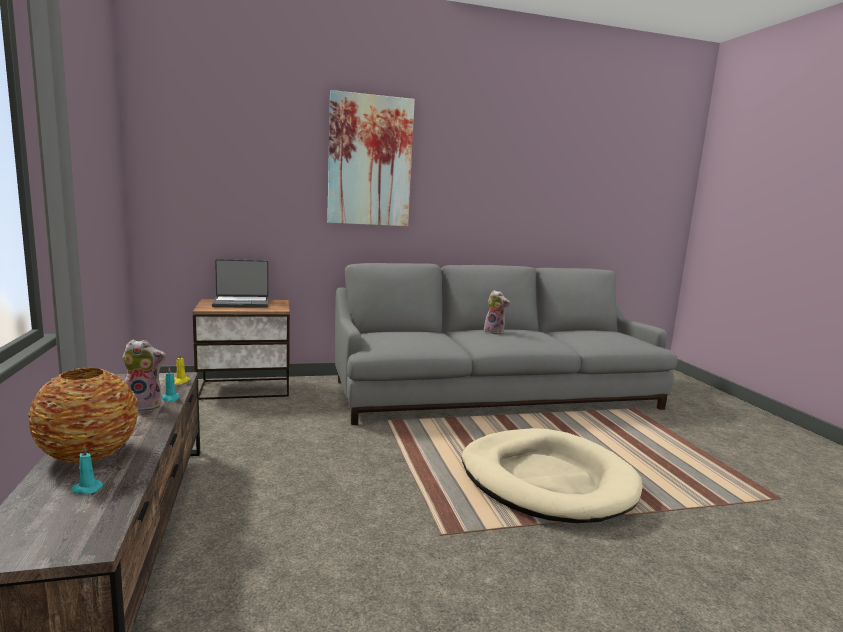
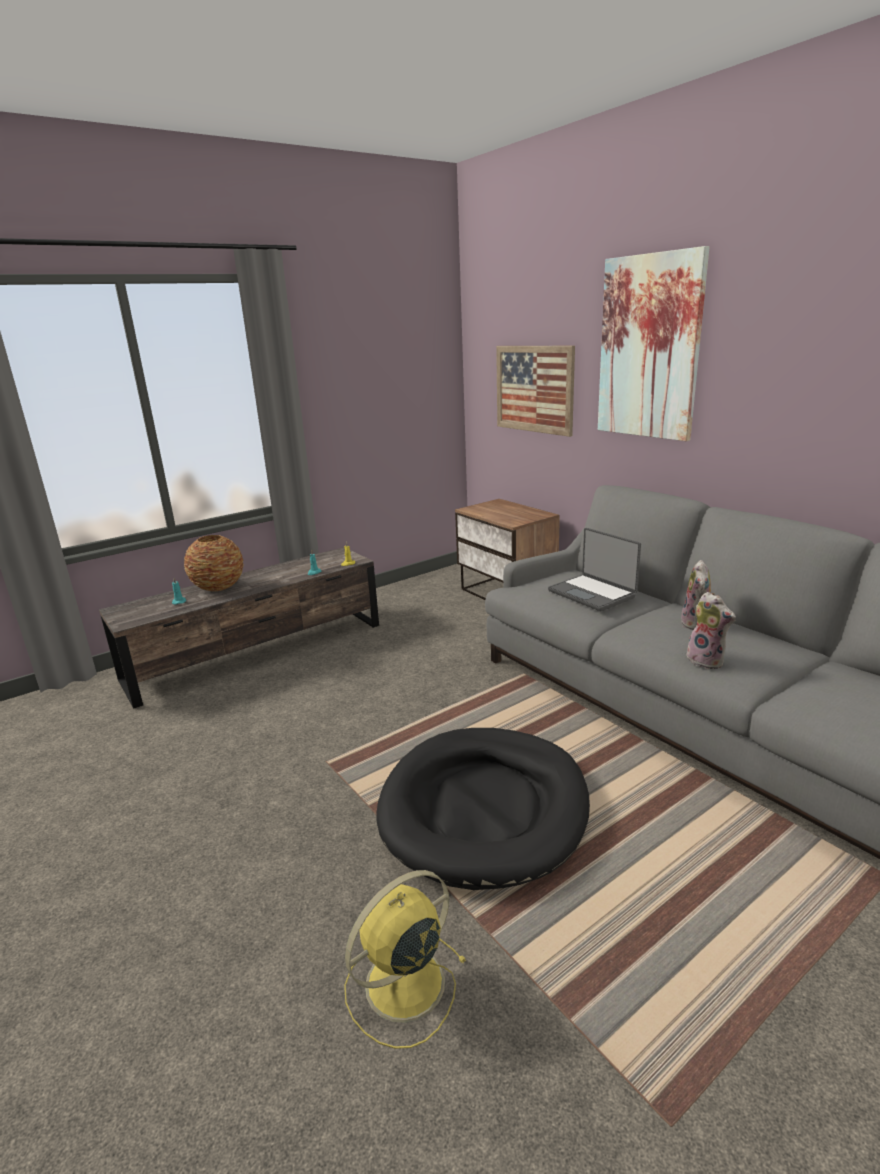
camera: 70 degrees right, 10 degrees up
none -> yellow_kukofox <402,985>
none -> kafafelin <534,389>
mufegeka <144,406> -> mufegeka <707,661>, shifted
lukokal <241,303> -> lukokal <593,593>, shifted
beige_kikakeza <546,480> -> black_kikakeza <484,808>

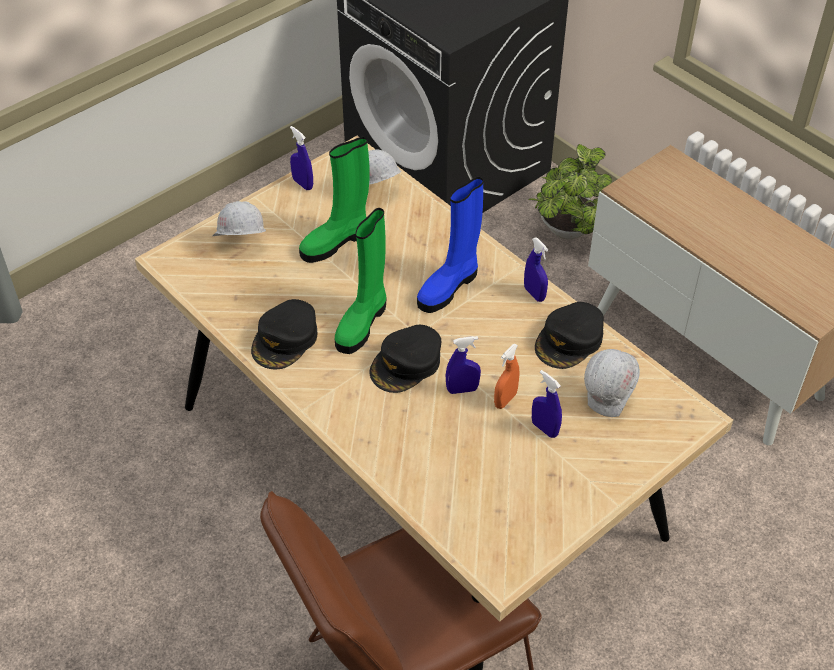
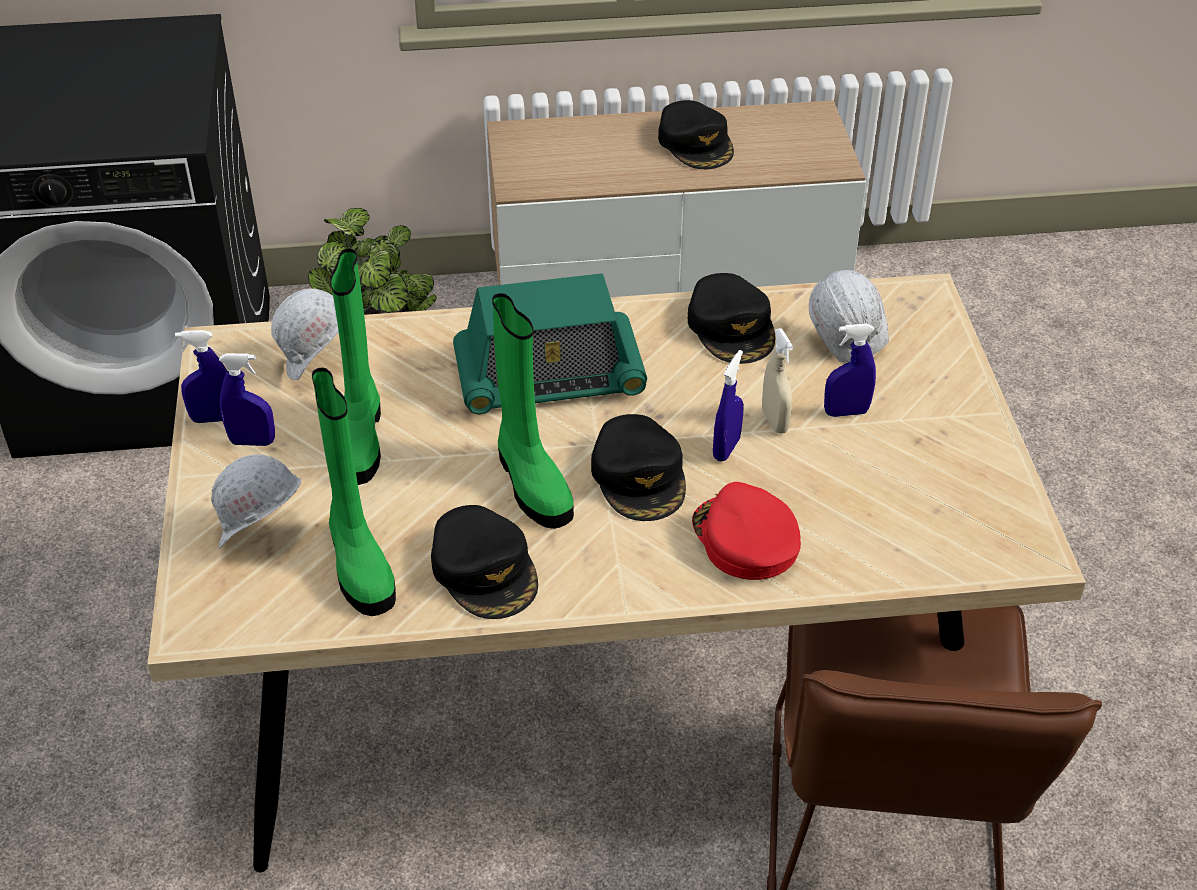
camera: 55 degrees left, 5 degrees down
none -> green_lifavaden <359,564>
none -> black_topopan <696,143>
none -> red_topopan <745,540>
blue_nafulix <534,294> -> blue_nafulix <252,442>, shifted
blue_lifavaden <449,287> -> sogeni <549,378>
orange_nafulix <505,400> -> beige_nafulix <774,421>

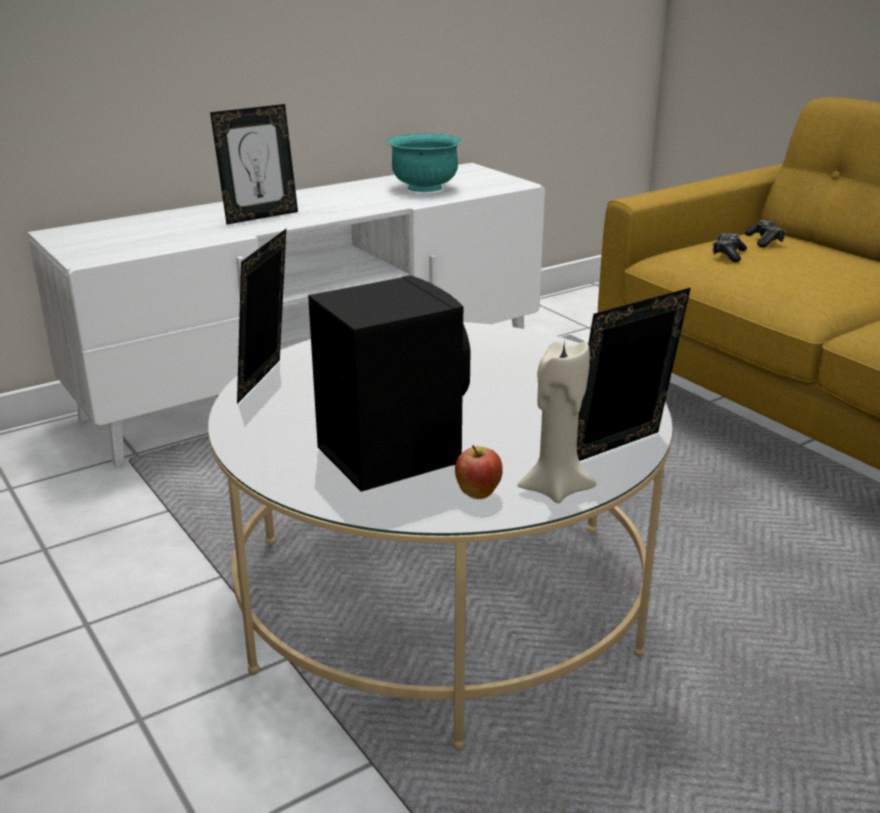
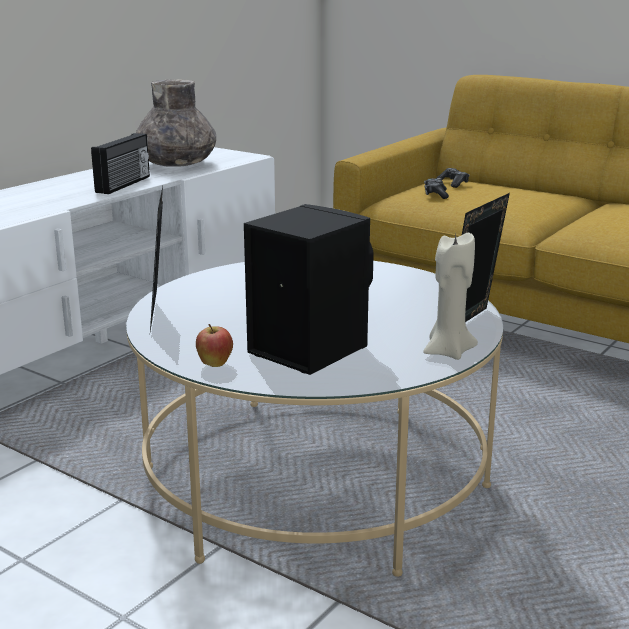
camera: 20 degrees left, 5 degrees down
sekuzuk <260,216> -> none
none -> sogeni <124,184>
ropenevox <478,495> -> ropenevox <215,365>, shifted
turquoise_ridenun <424,188> -> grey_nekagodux <177,164>

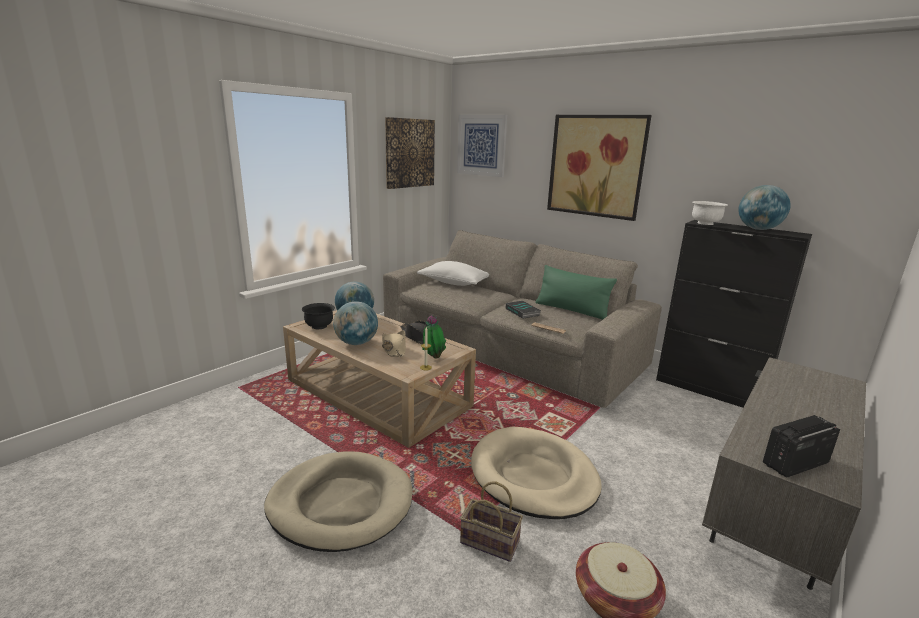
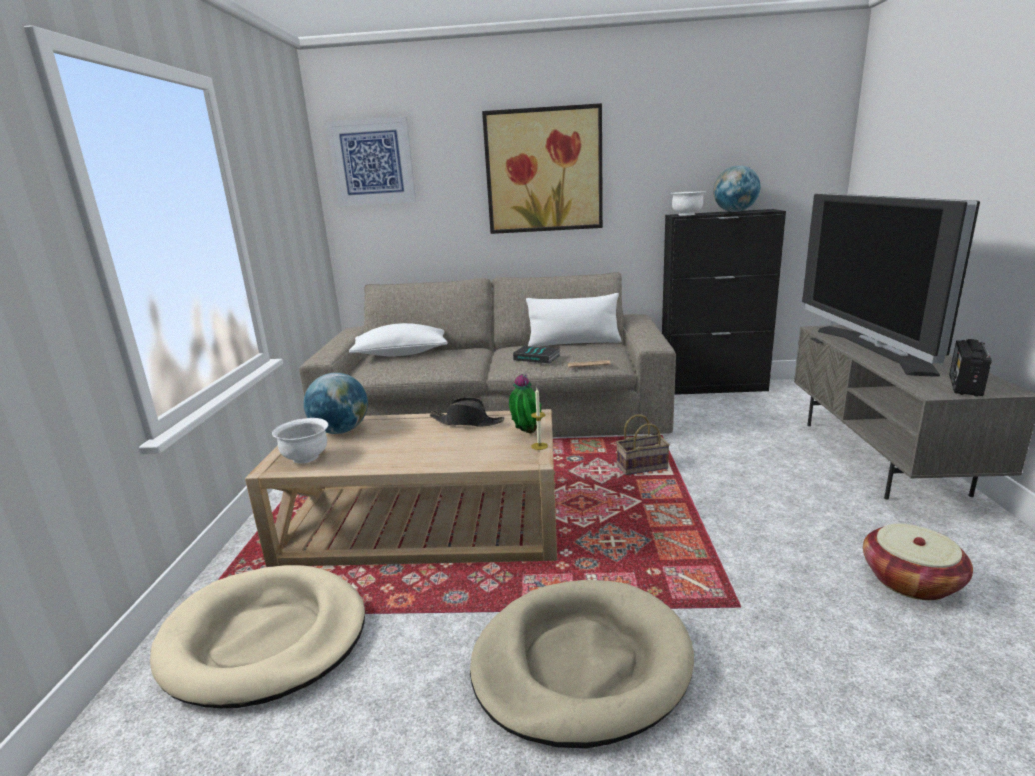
camera: 35 degrees left, 0 degrees up
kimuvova <356,343> -> none
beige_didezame <394,349> -> none
kafafelin <409,153> -> none
none -> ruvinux <872,349>
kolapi <491,542> -> kolapi <642,466>, shifted
beige_kikakeza <533,476> -> beige_kikakeza <265,638>, shifted
black_ridenun <319,326> -> white_ridenun <306,458>
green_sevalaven <571,310> -> white_sevalaven <574,343>

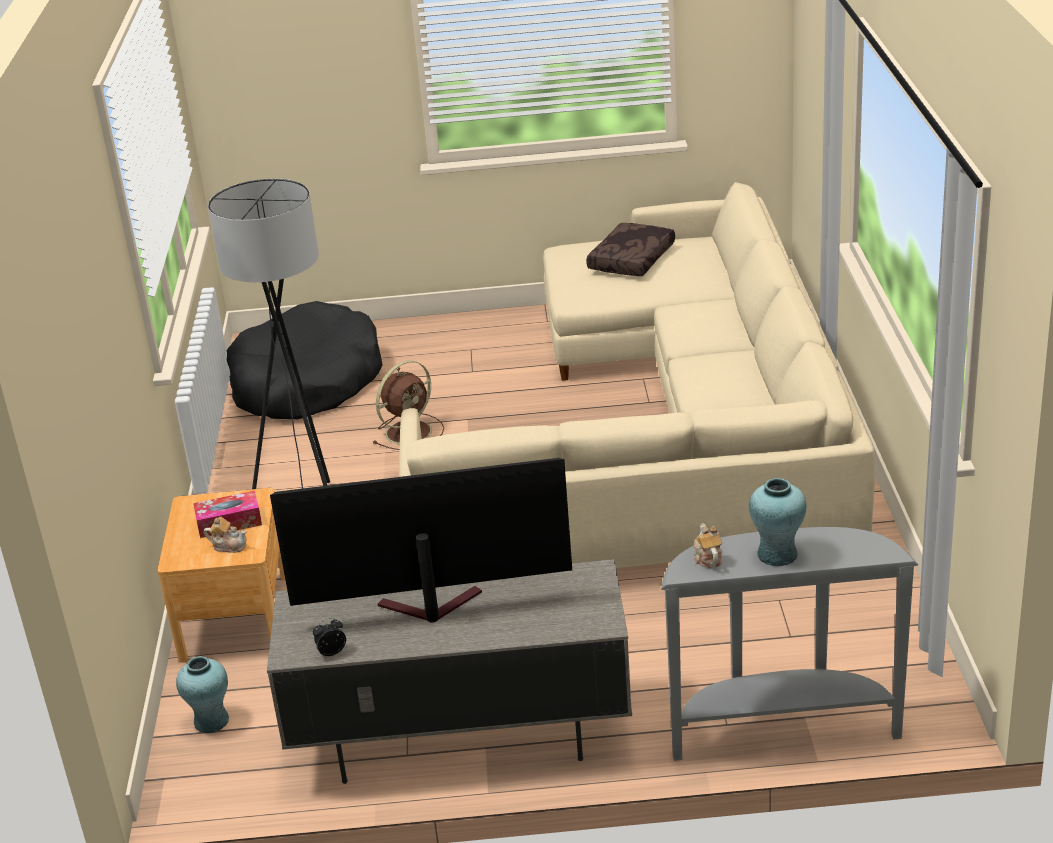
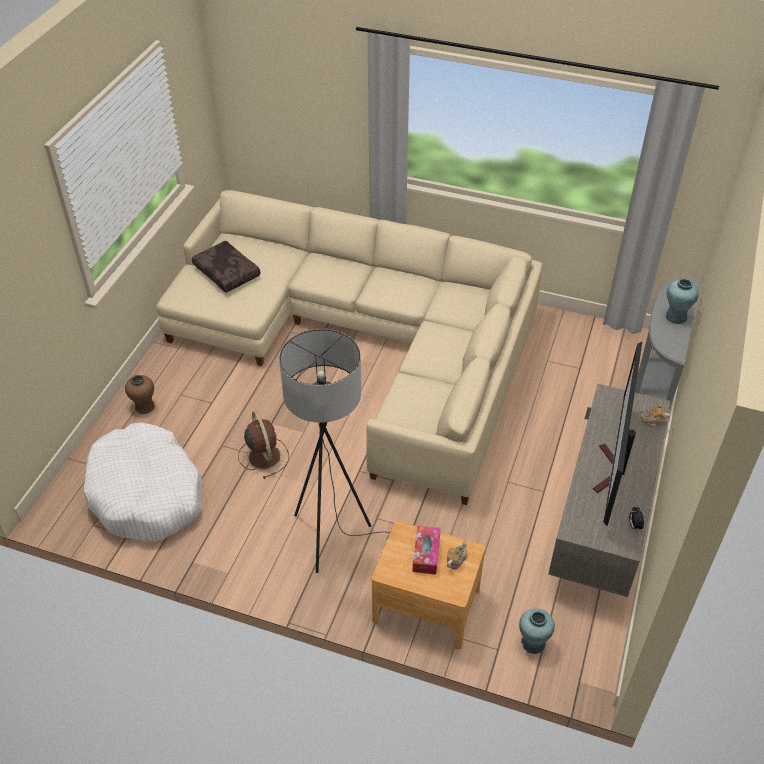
camera: 70 degrees left, 15 degrees up
none -> brown_nekagodux <145,407>
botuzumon <707,558> -> botuzumon <652,421>, shifted
black_kikakeza <306,383> -> white_kikakeza <147,494>

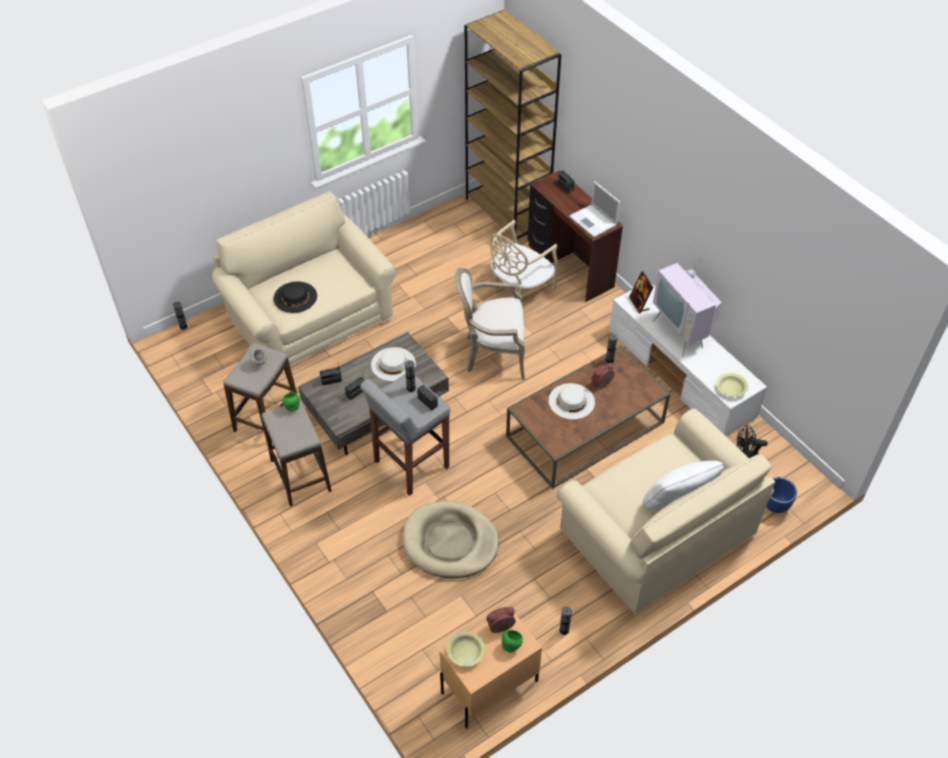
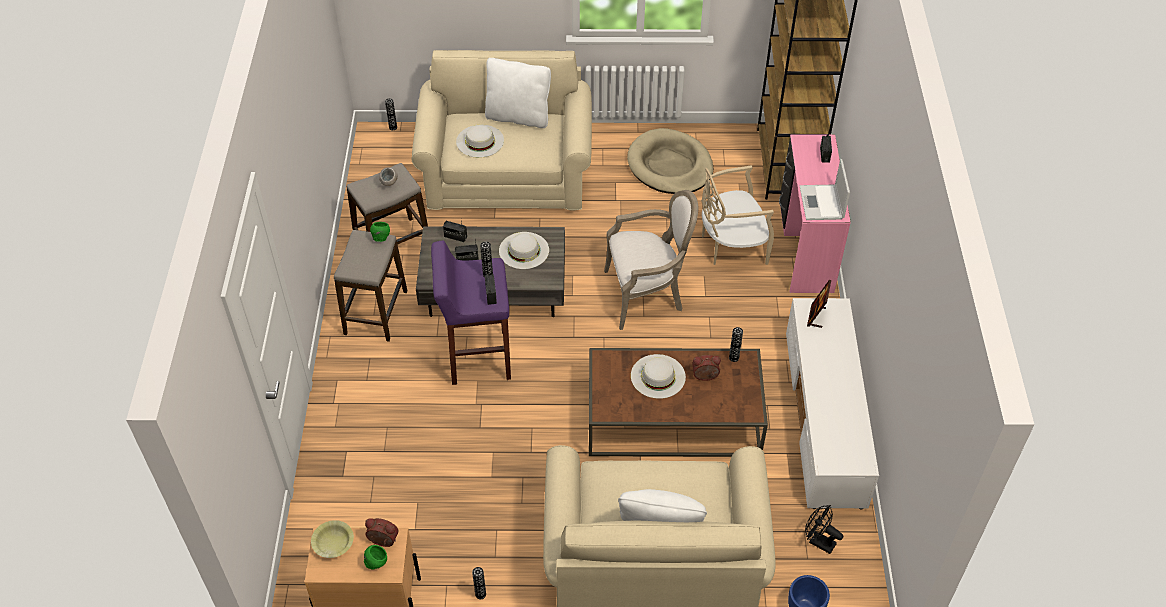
camera: 35 degrees right, 0 degrees up
ruvinux <681,332> -> none
yellow_ridenun <731,388> -> none
none -> white_sevalaven <518,117>
beige_kikakeza <450,542> -> beige_kikakeza <670,165>, shifted
black_didezame <295,297> -> white_didezame <480,141>
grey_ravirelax <410,465> -> purple_ravirelax <478,357>
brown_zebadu <569,267> -> pink_zebadu <804,248>
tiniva <492,353> -> tiniva <647,294>, 135 degrees clockwise

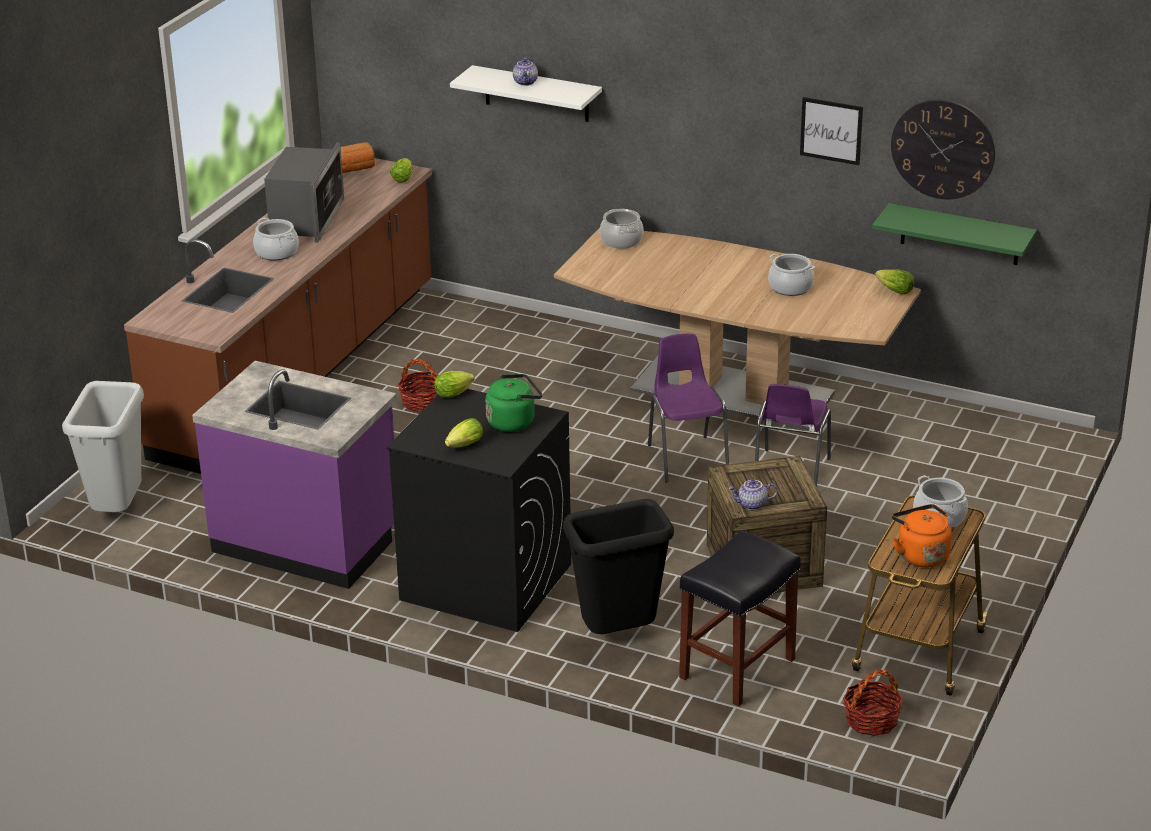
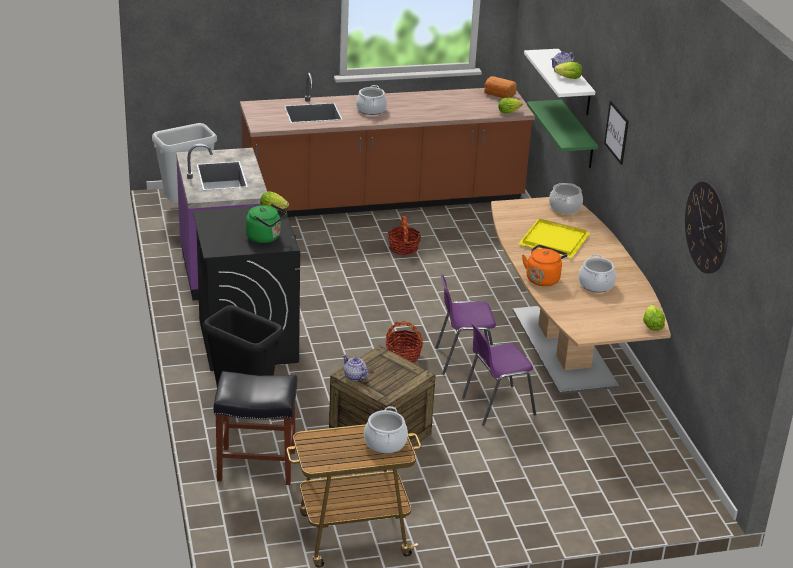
camera: 50 degrees right, 0 degrees up
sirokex <306,218> -> none
none -> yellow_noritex <552,241>
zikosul <463,446> -> zikosul <567,78>, shifted
kafafelin <831,130> -> kafafelin <616,132>, shifted
kolapi <871,720> -> kolapi <403,355>, shifted
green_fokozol <960,234> -> green_fokozol <577,135>, shifted
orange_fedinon <920,555> -> orange_fedinon <543,278>, shifted
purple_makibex <687,458> -> purple_makibex <464,359>, 135 degrees counterclockwise

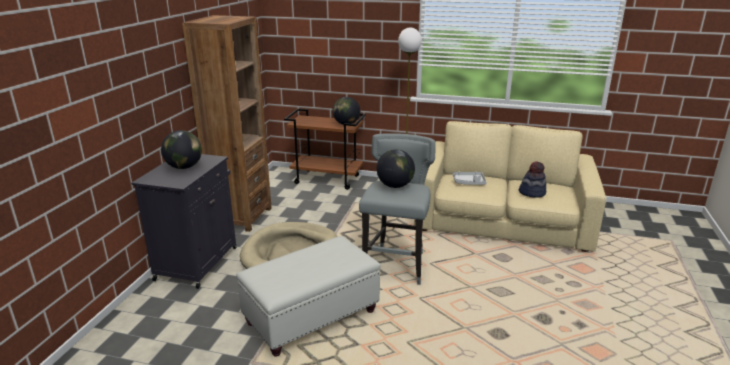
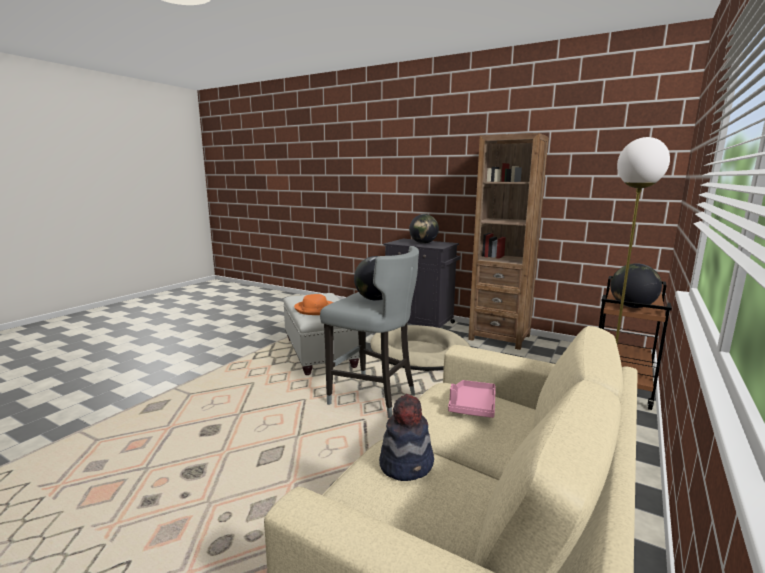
camera: 105 degrees right, 10 degrees down
none -> orange_didezame <315,309>
grey_noritex <469,182> -> pink_noritex <472,405>

